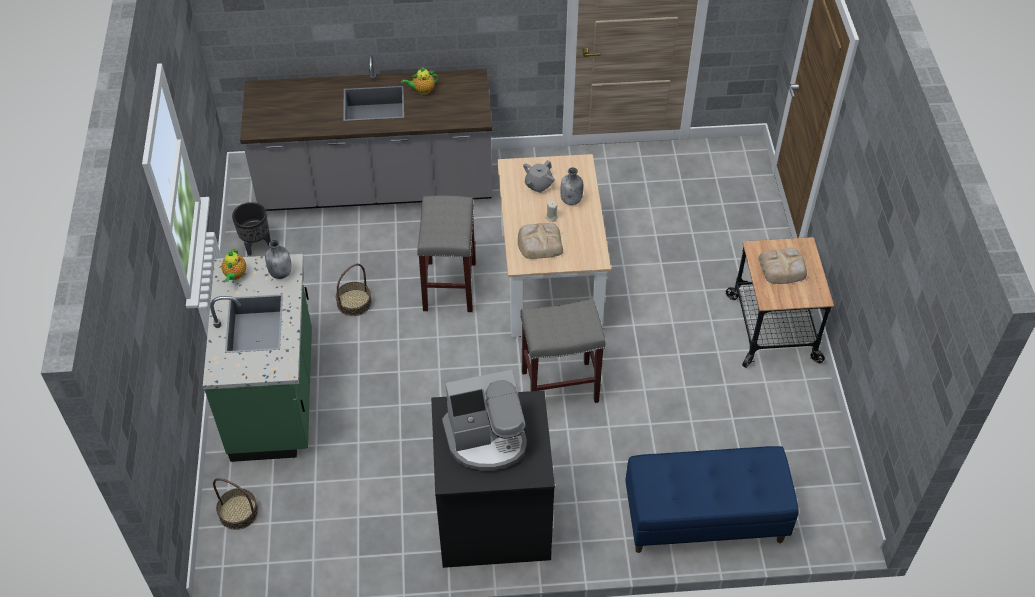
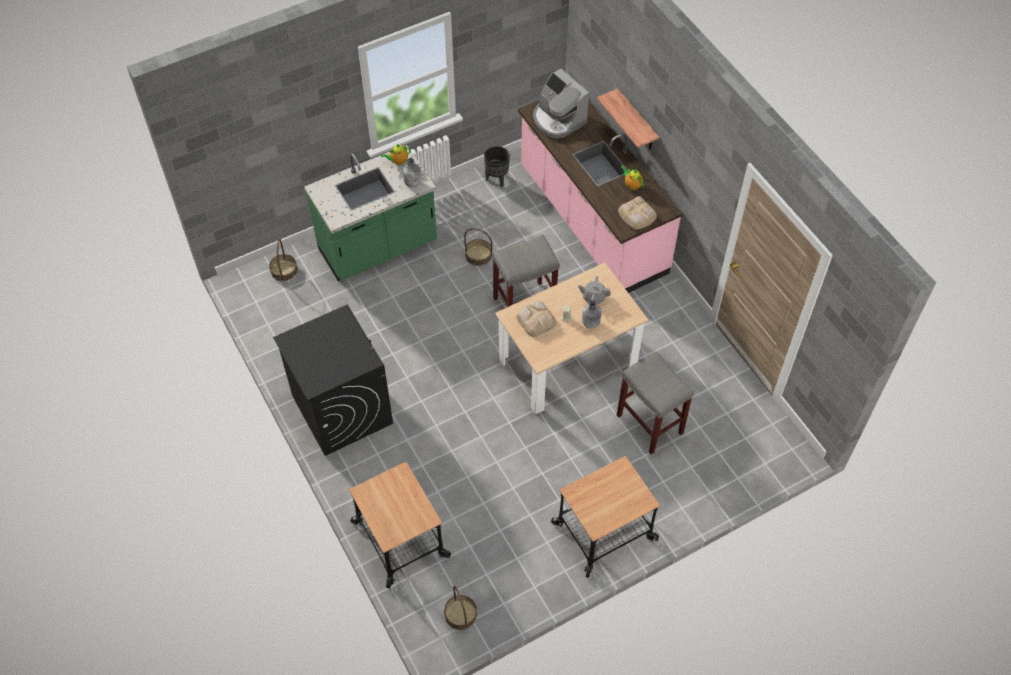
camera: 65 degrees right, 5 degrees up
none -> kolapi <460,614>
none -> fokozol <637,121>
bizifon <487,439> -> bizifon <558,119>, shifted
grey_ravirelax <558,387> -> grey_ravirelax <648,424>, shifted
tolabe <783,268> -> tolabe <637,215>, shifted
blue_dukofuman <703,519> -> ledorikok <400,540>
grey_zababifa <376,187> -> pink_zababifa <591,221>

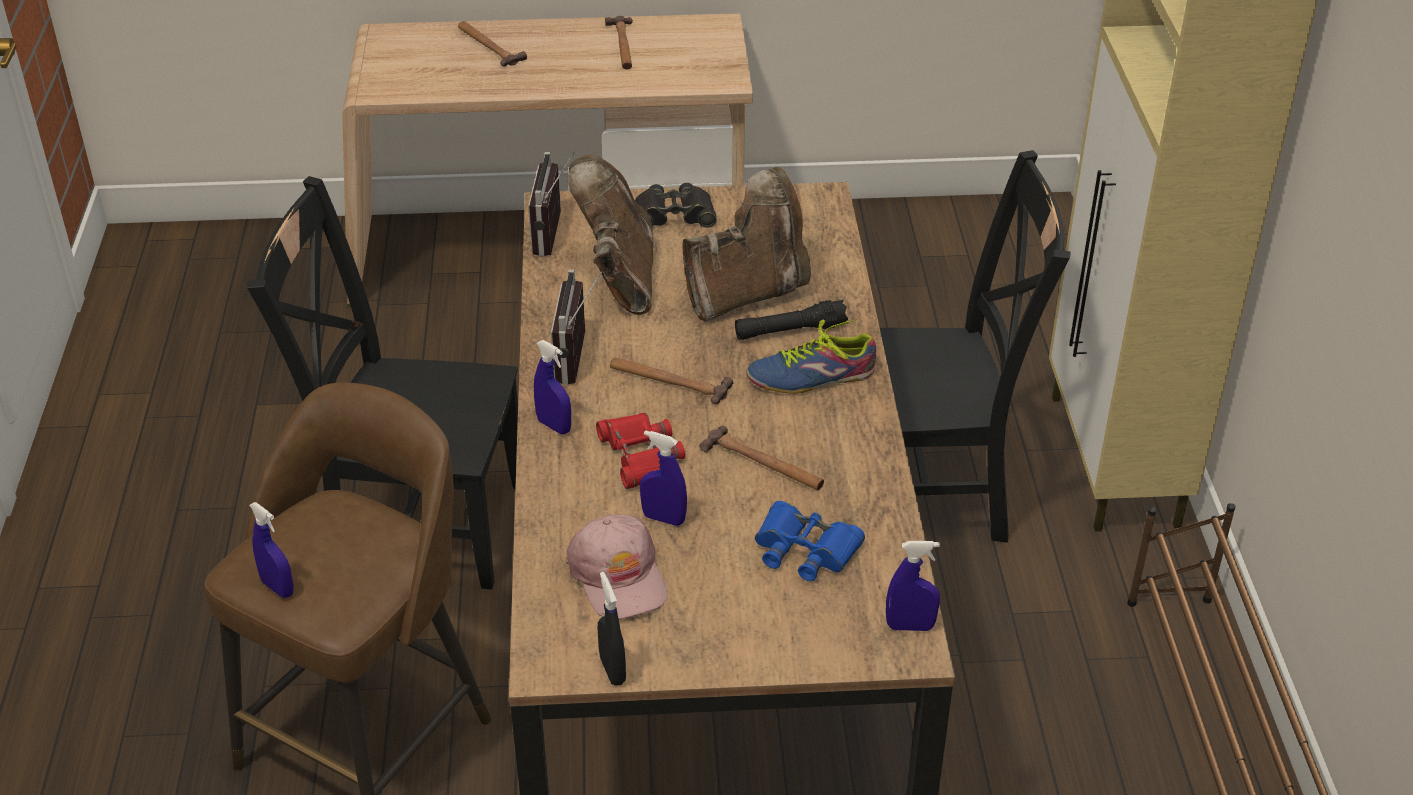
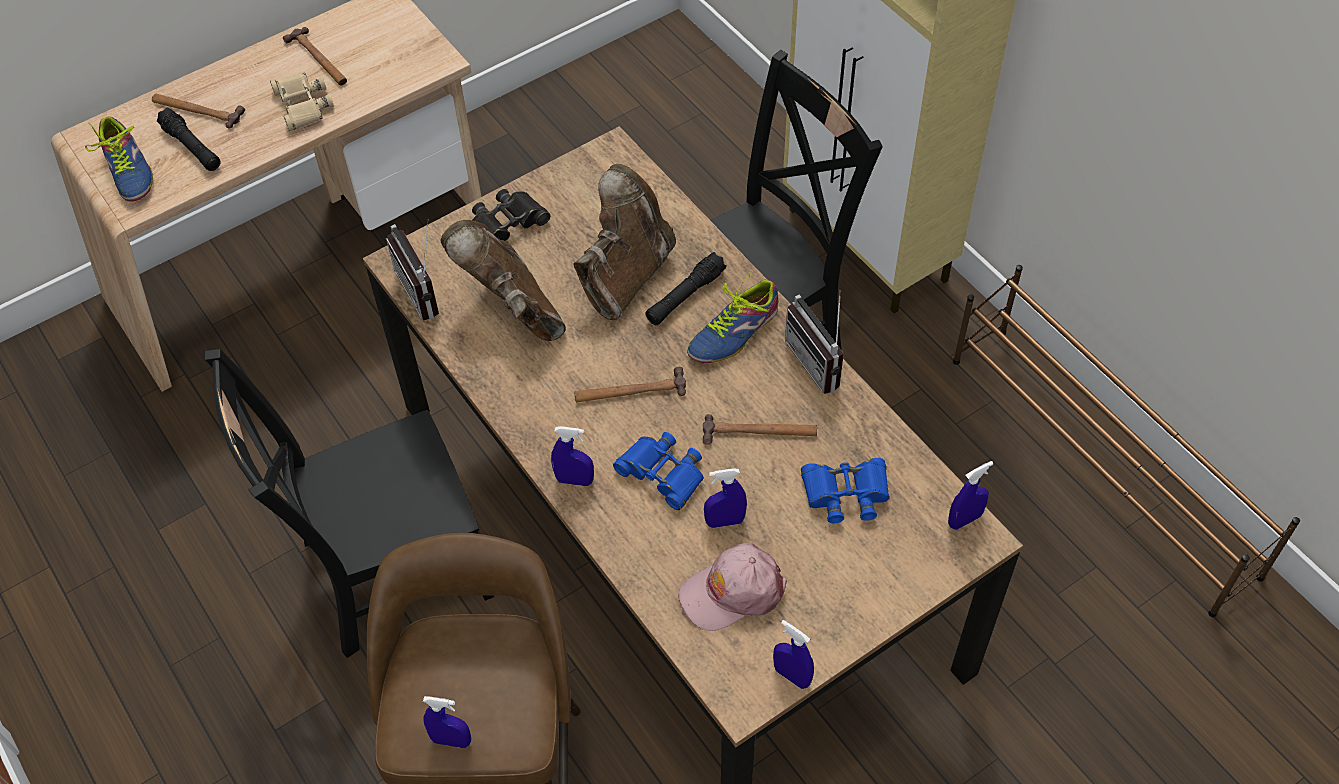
camera: 30 degrees left, 15 degrees up
none -> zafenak <128,169>
none -> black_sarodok <192,147>
none -> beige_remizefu <302,105>
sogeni <581,359> -> sogeni <820,362>, shifted
red_remizefu <640,456> -> blue_remizefu <662,473>
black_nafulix <612,670> -> blue_nafulix <792,676>
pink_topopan <618,576> -> pink_topopan <732,591>, 120 degrees clockwise

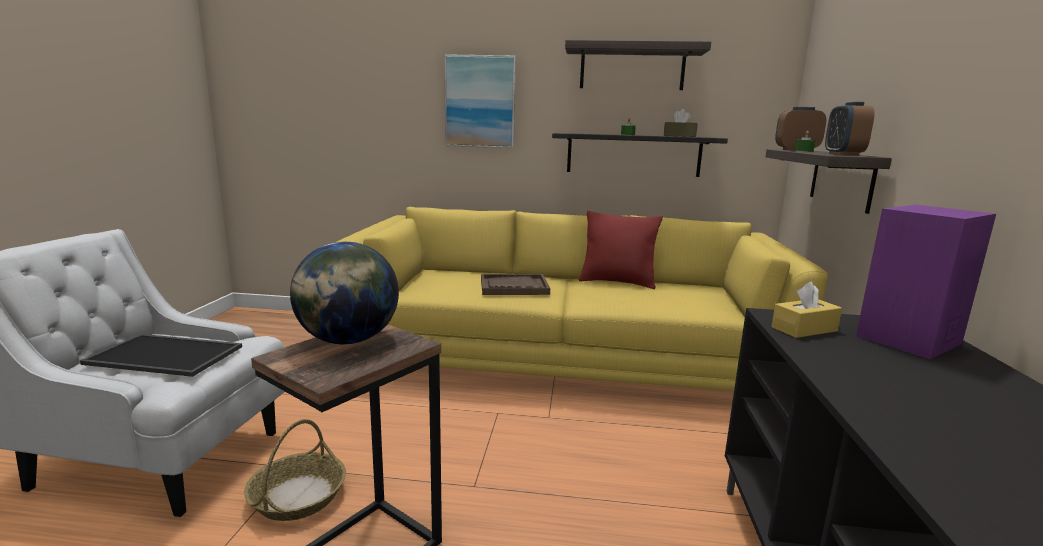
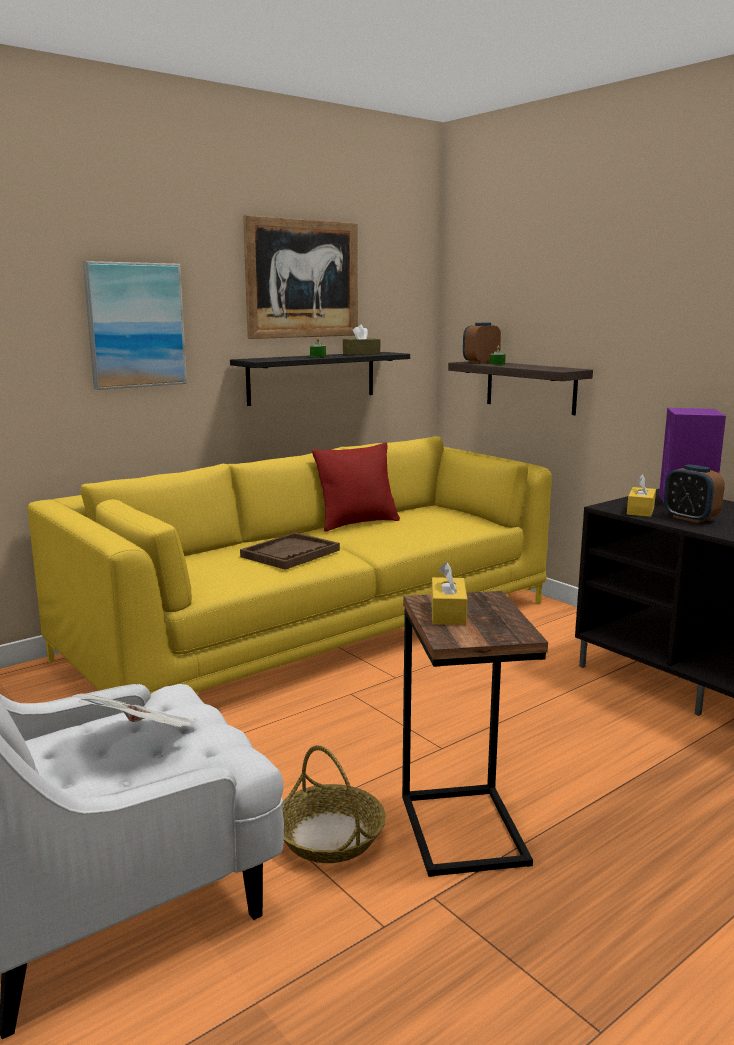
camera: 45 degrees left, 0 degrees up
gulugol <843,154> -> gulugol <690,518>, shifted
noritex <168,354> -> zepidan <142,739>
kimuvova <348,340> -> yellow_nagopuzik <448,613>
fokozol <632,68> -> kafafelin <302,279>

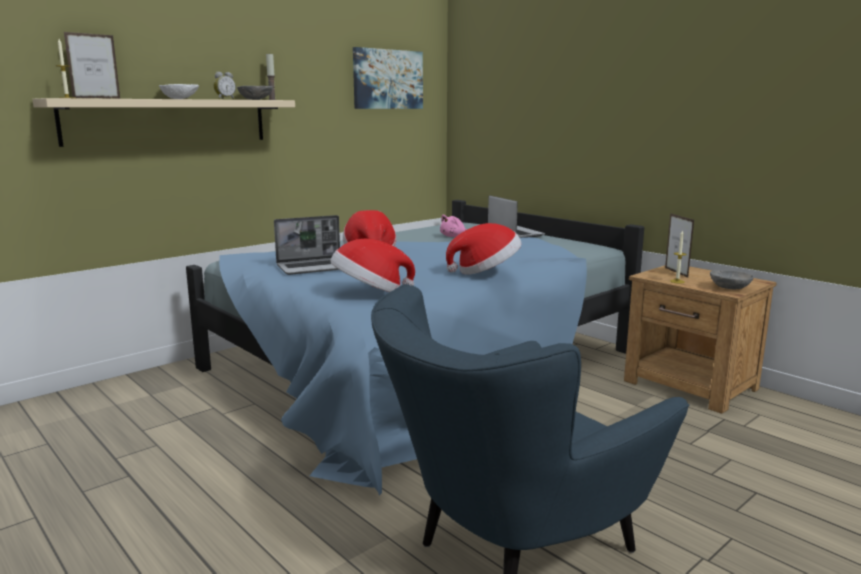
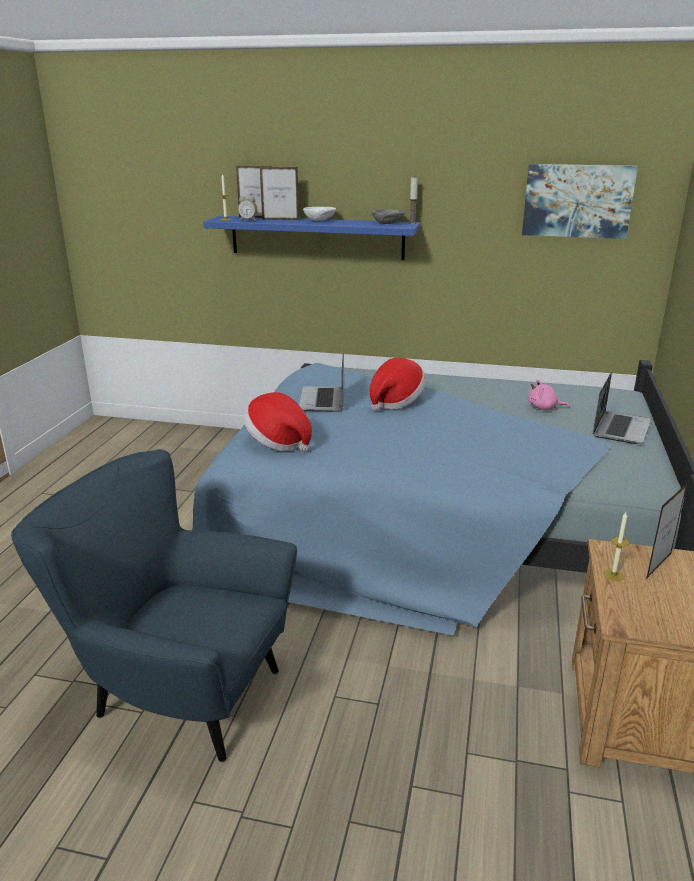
camera: 55 degrees right, 10 degrees up
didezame <485,271> -> none
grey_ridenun <730,288> -> none
none -> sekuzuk <280,220>
gulugol <225,99> -> gulugol <248,220>, shifted
beige_fokozol <168,121> -> blue_fokozol <317,237>
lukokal <315,267> -> lukokal <323,400>, 60 degrees clockwise

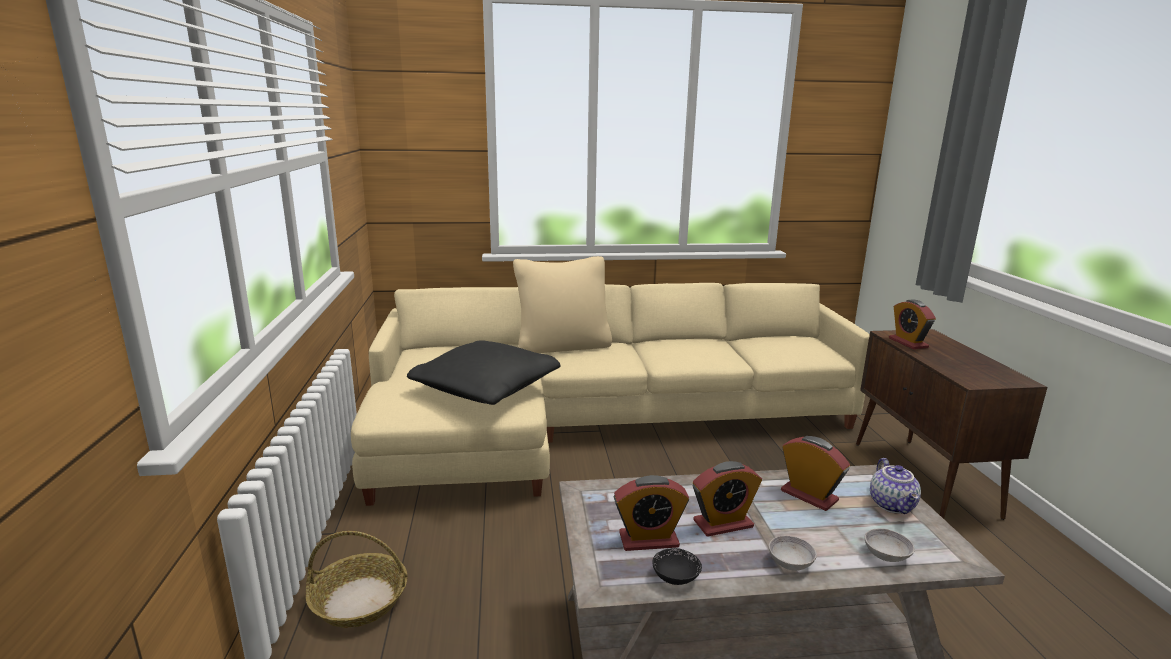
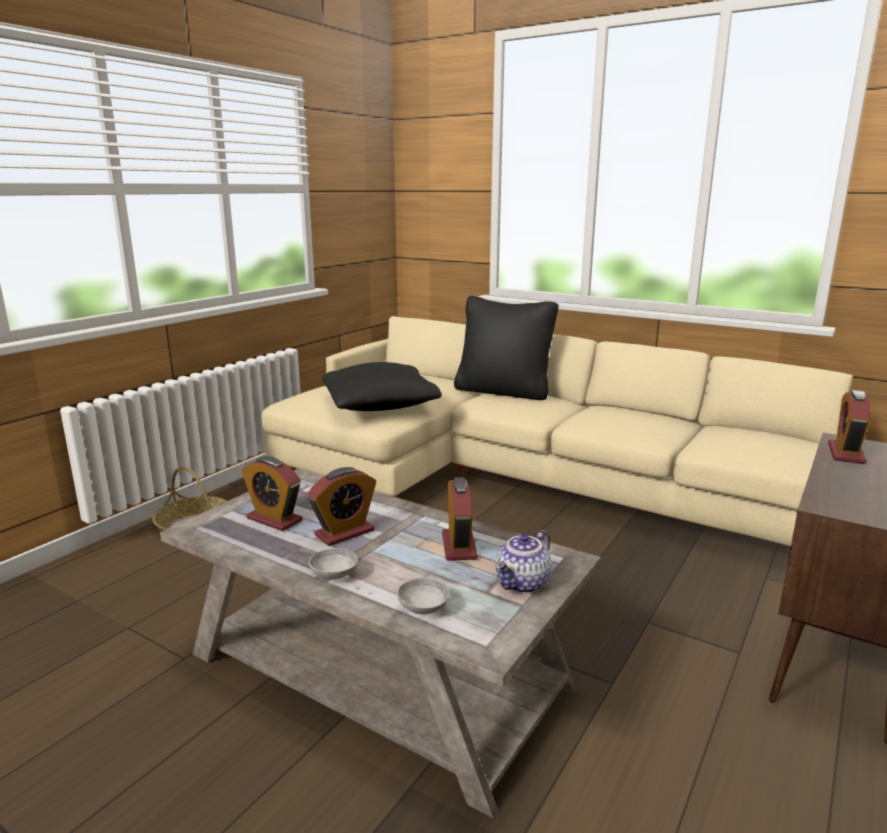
camera: 40 degrees right, 0 degrees up
black_ridenun <675,577> -> none
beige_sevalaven <563,346> -> black_sevalaven <504,391>
gulugol <723,524> -> gulugol <344,533>, 60 degrees counterclockwise

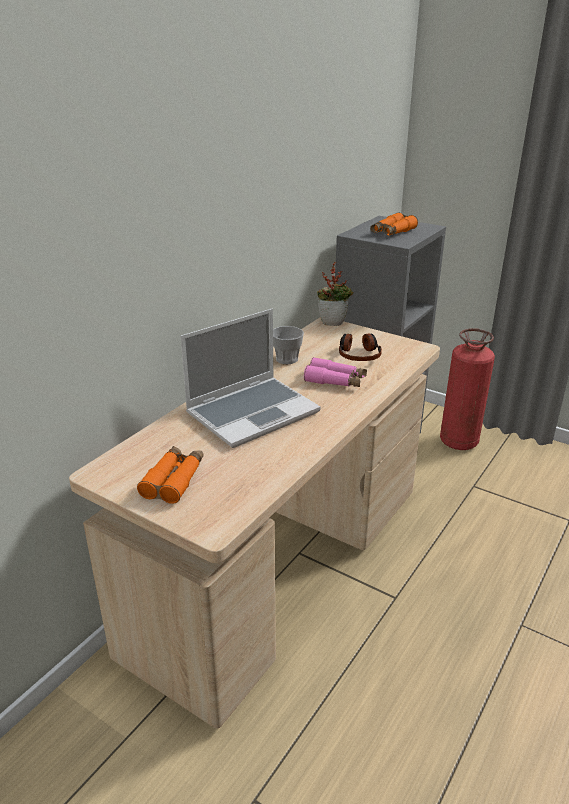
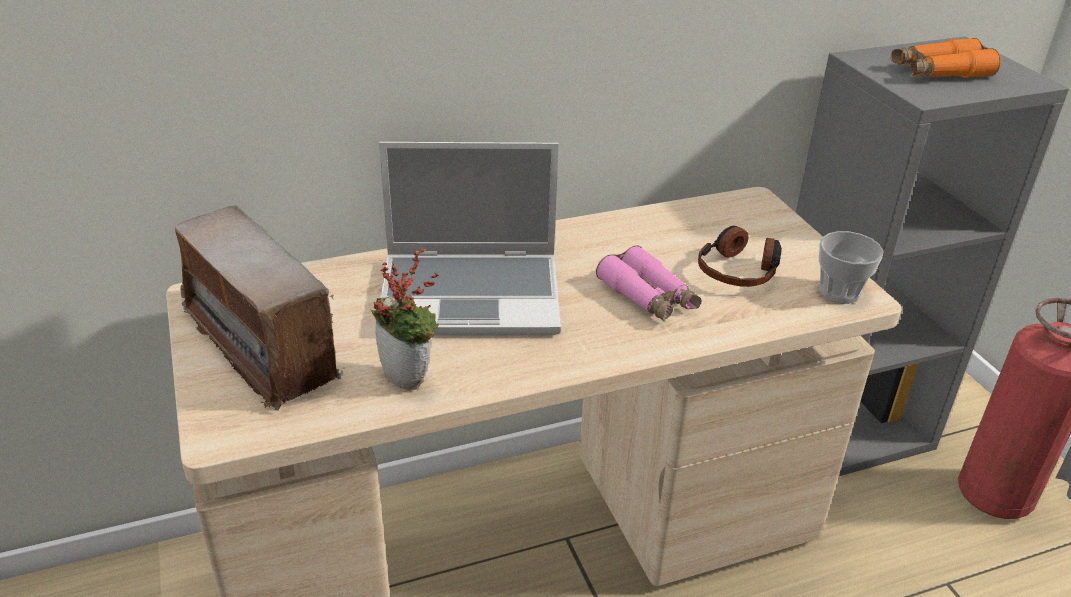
camera: 35 degrees right, 5 degrees up
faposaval <287,359> -> faposaval <840,292>, shifted
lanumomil <333,323> -> lanumomil <410,377>, shifted
orange_remizefu <174,480> -> sogeni <263,345>

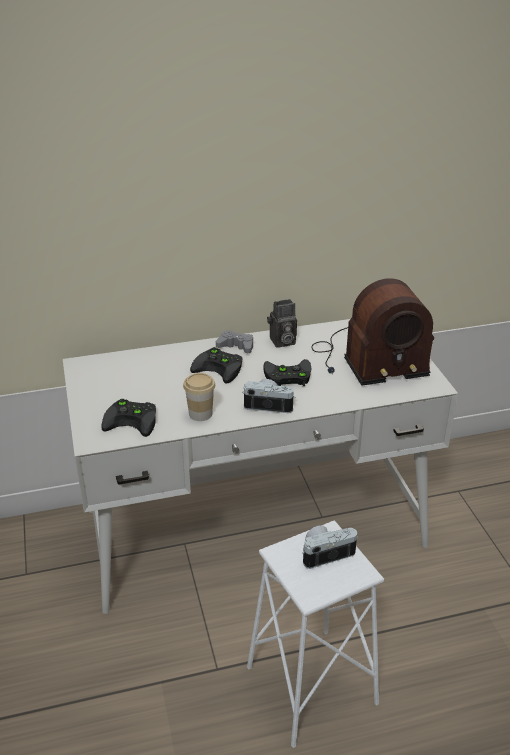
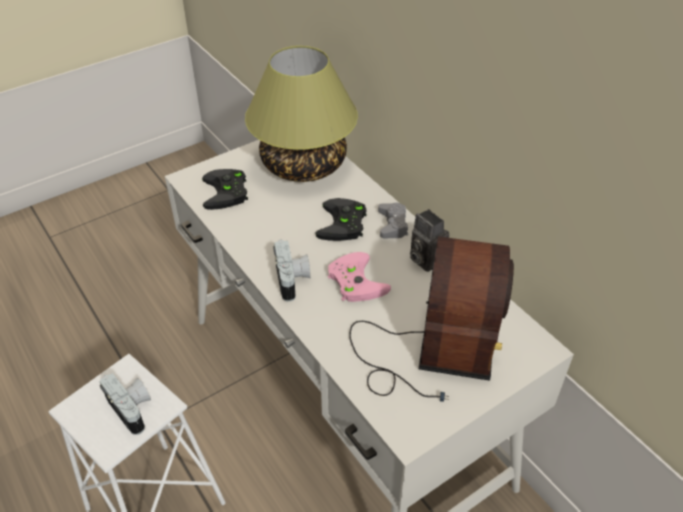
camera: 70 degrees right, 10 degrees up
faposaval <200,414> -> none
none -> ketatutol <304,165>
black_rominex <286,376> -> pink_rominex <354,280>
sogeni <367,360> -> sogeni <430,348>, 135 degrees counterclockwise

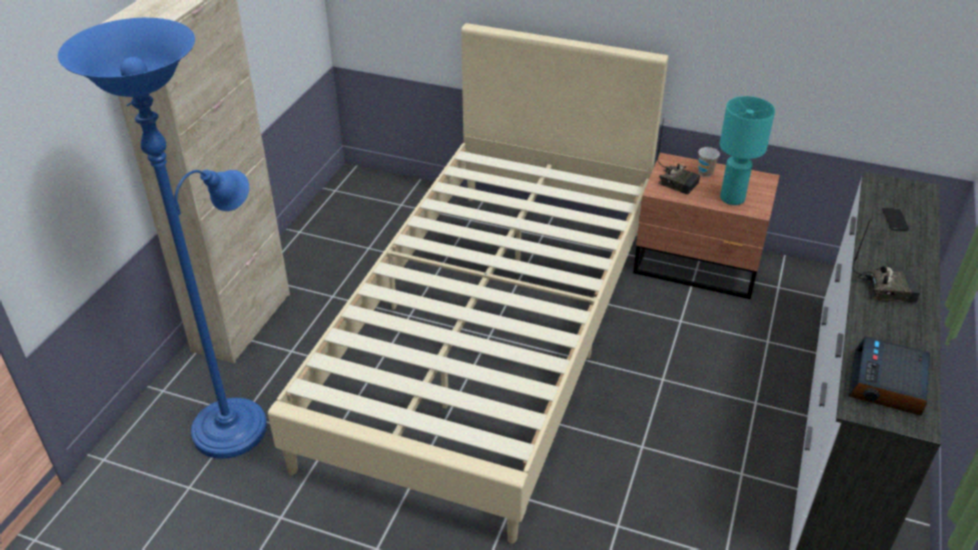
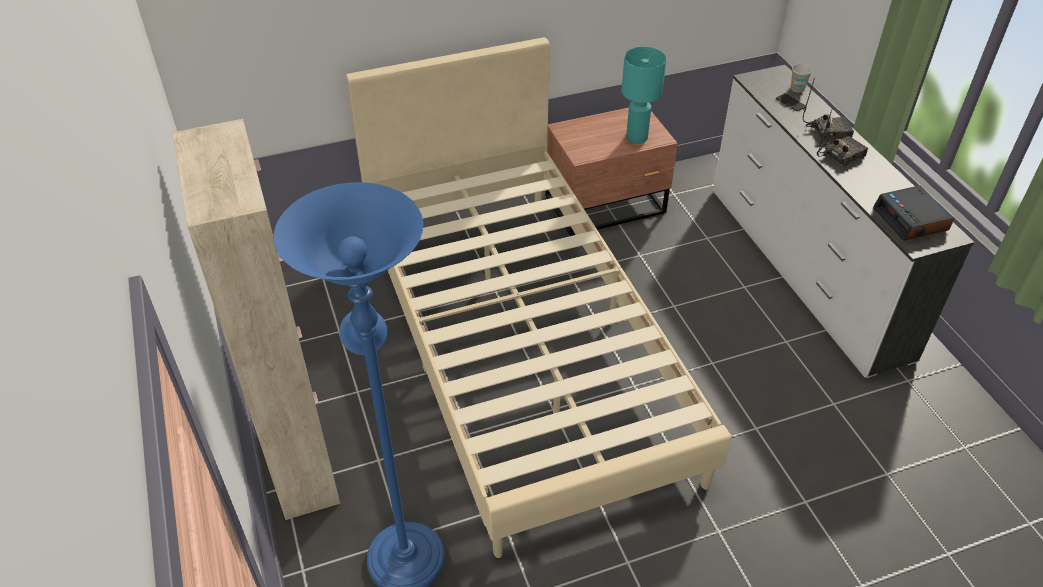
camera: 40 degrees left, 5 degrees up
sogeni <678,182> -> sogeni <828,132>, shifted
faposaval <705,173> -> faposaval <797,89>, shifted

